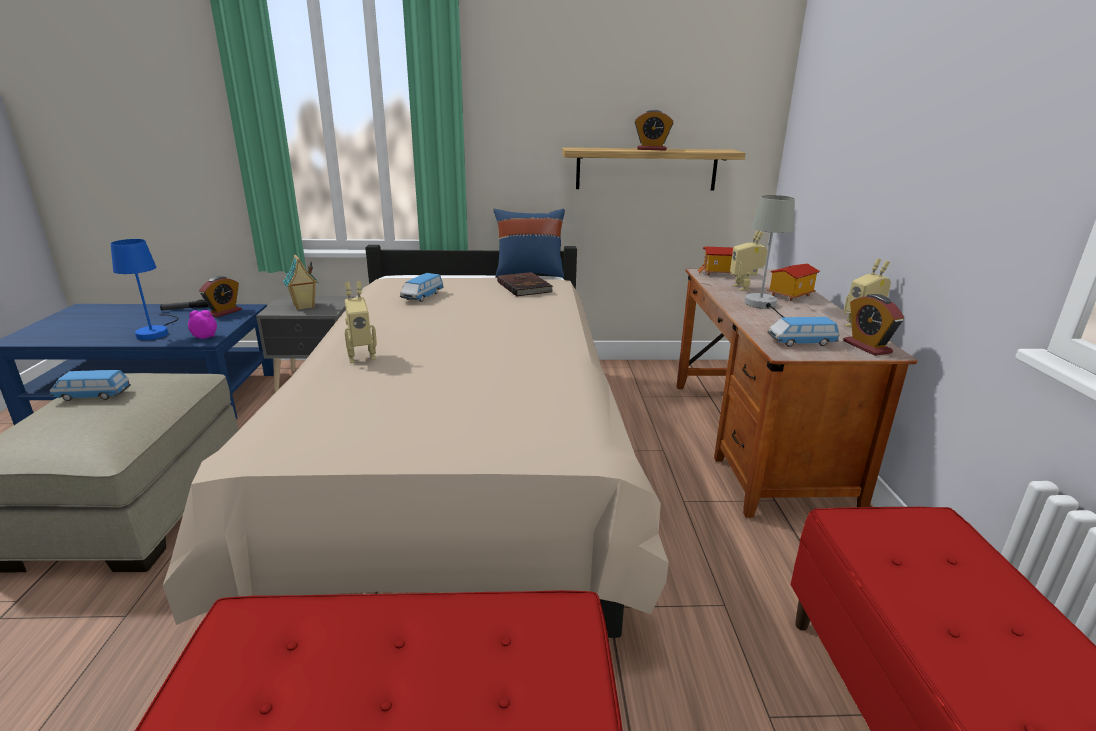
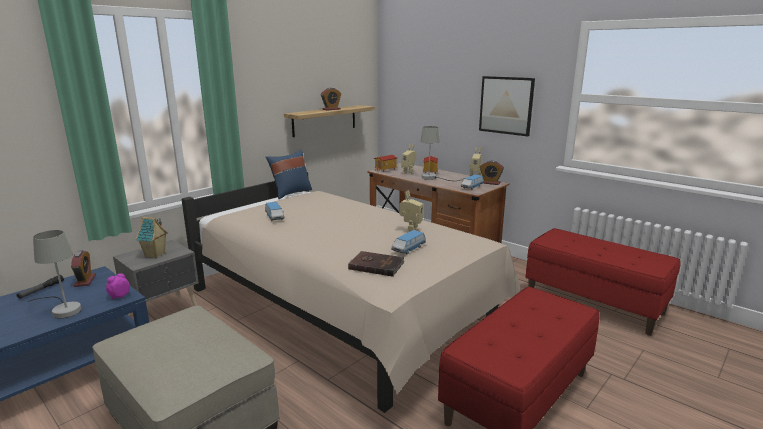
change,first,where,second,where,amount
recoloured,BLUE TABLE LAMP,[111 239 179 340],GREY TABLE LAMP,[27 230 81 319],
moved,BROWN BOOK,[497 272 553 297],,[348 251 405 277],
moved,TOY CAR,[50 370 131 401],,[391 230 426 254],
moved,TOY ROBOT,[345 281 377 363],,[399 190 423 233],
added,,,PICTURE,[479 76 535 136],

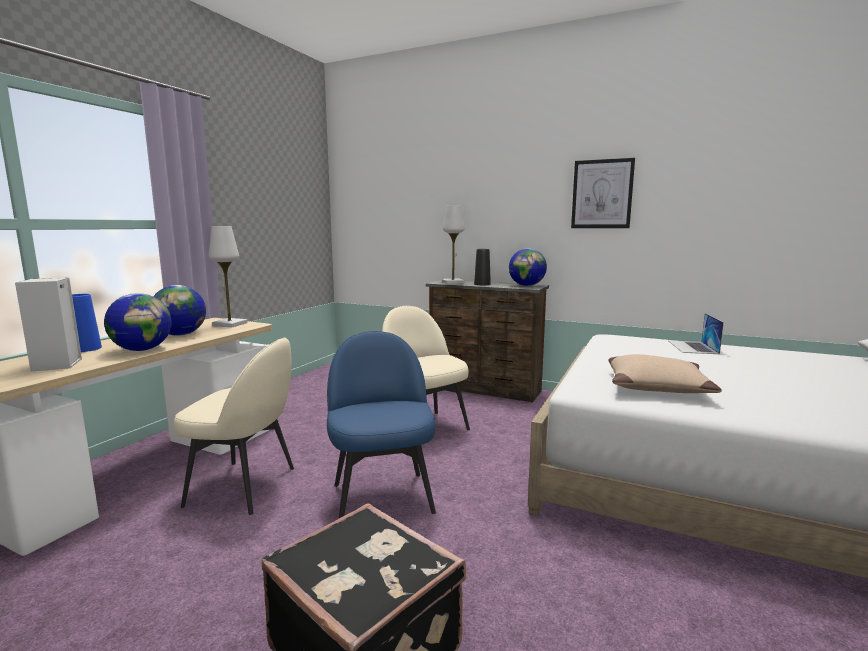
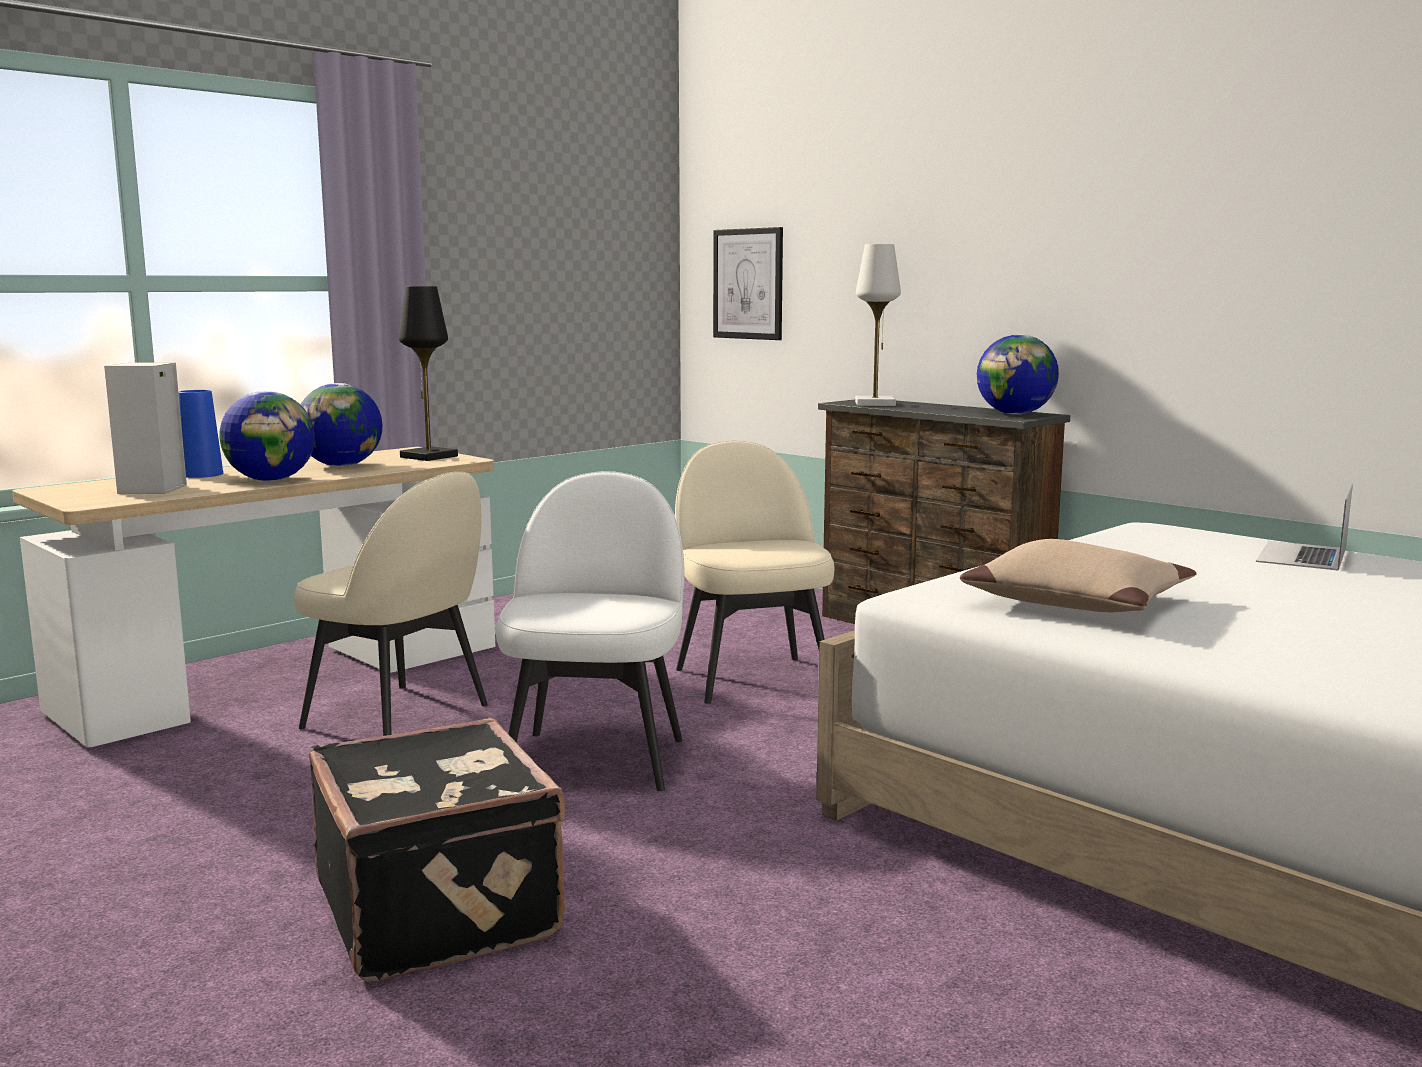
change,first,where,second,where,amount
recoloured,WHITE TABLE LAMP,[209 226 247 327],BLACK TABLE LAMP,[399 286 458 461],
recoloured,BLUE CHAIR,[327 331 436 518],WHITE CHAIR,[496 471 684 791],
moved,PICTURE,[571 158 635 228],,[713 227 783 340],
removed,BLACK VASE,[474 249 491 285],,,

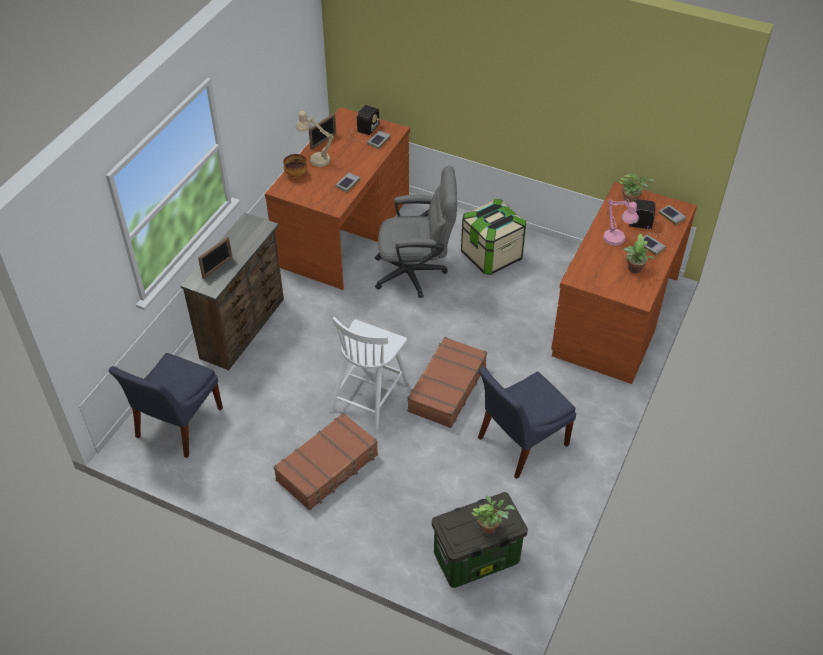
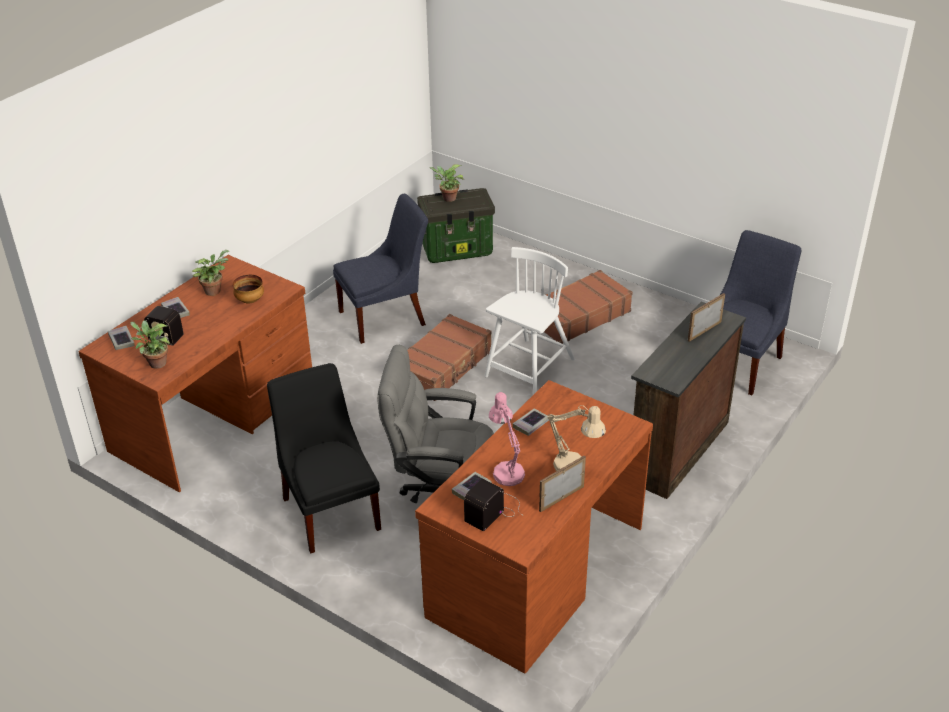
change,first,where,second,where,amount
moved,BOWL,[283 154 307 177],,[232 275 264 303],
replaced,STORAGE BOX,[461 199 526 275],BLACK CHAIR,[267 363 381 554],
moved,PINK TABLE LAMP,[603 199 639 246],,[489 392 525 486],

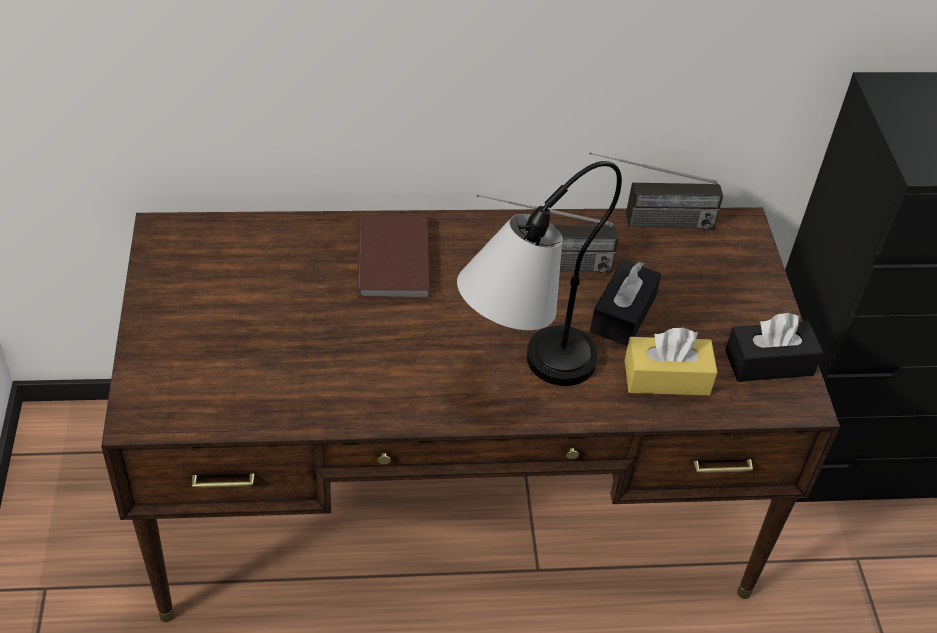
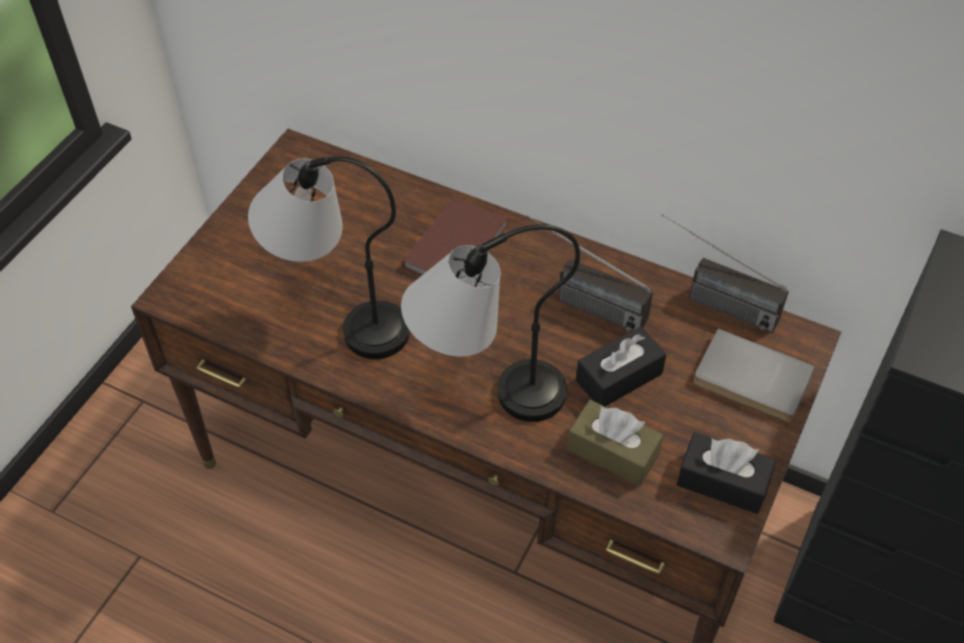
change,first,where,second,where,amount
added,,,TABLE LAMP,[248 156 410 359],
recoloured,YELLOW TISSUE BOX,[625 328 717 395],BROWN TISSUE BOX,[567 400 664 486],
added,,,GREY BOOK,[693 328 815 423],

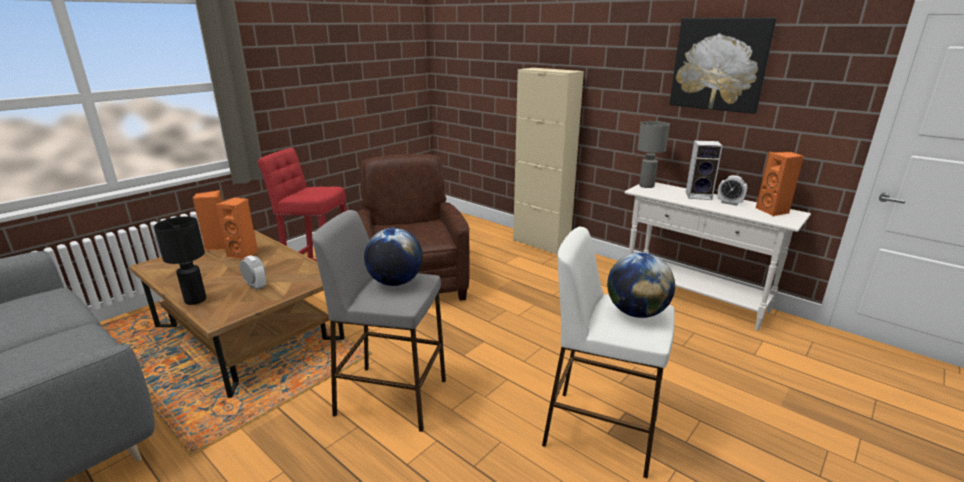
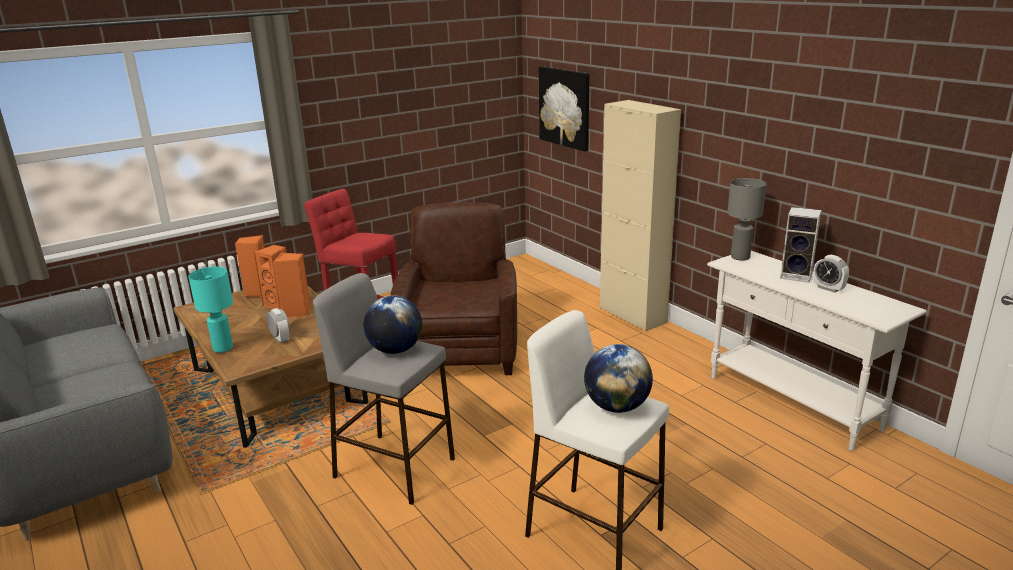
change,first,where,second,where,amount
recoloured,BLACK TABLE LAMP,[154 217 206 305],TURQUOISE TABLE LAMP,[188 267 233 353],
moved,ORANGE SPEAKER,[756 152 804 216],,[273 252 311 318],
moved,PICTURE,[669 18 777 114],,[539 66 589 151],

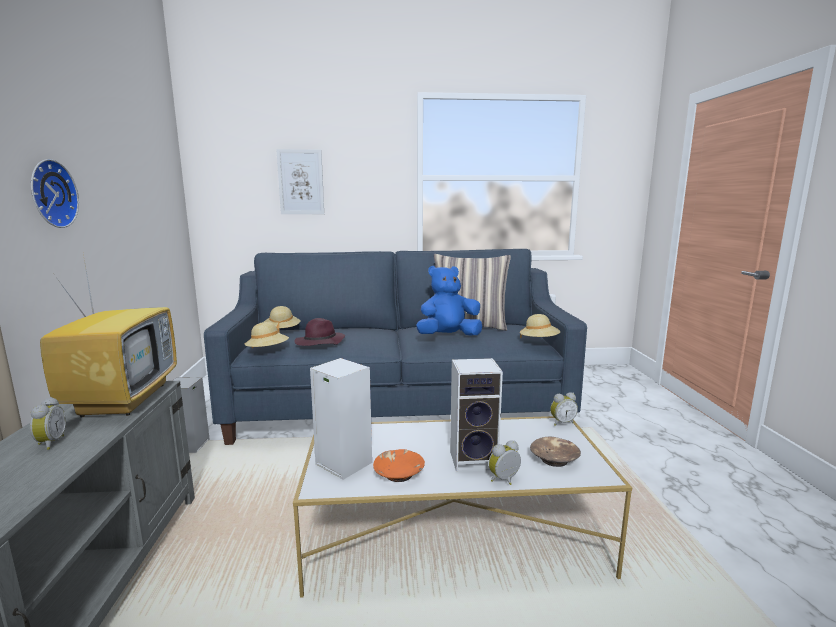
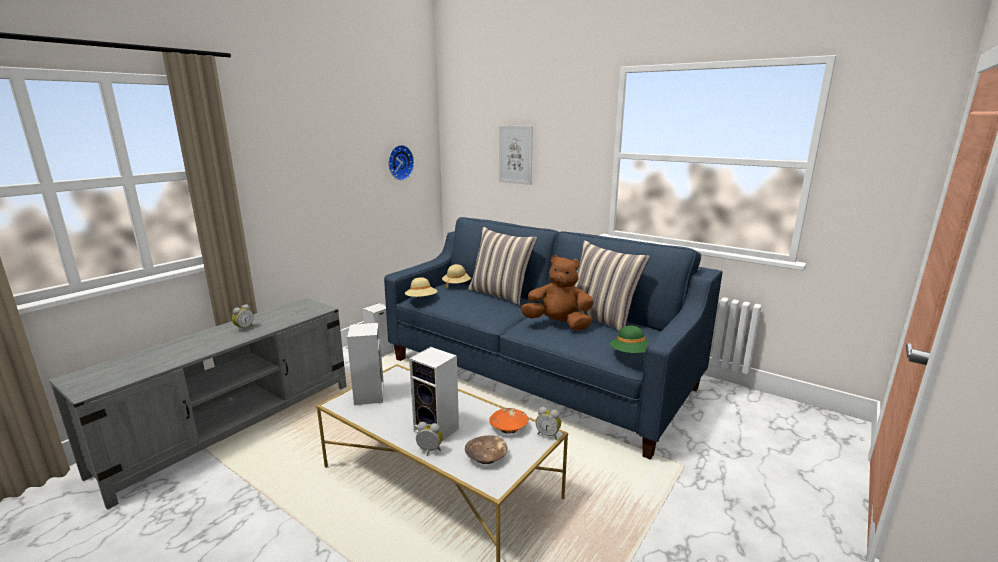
change,first,where,second,where,amount
moved,WALL CLOCK,[31 159 79 228],,[388 145 414 180],
added,,,PILLOW,[468 227 537 306],
moved,ORANGE BOWL,[373 449 425 482],,[489 408 528 434],
recoloured,BLUE PLUSH TOY,[416 266 482 336],BROWN PLUSH TOY,[521 255 594 331],
recoloured,BEIGE HAT,[520 314 561 338],GREEN HAT,[610 326 650 353],
removed,TELEVISION,[40 260 177 418],,,
removed,PURPLE HAT,[294 318 345 346],,,

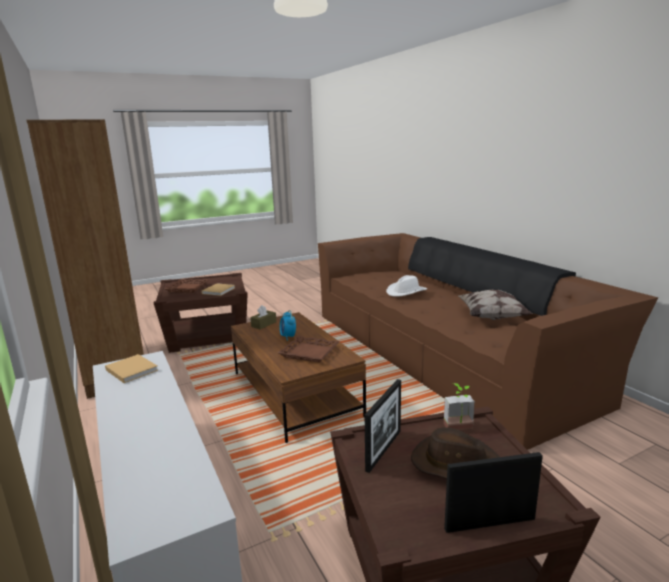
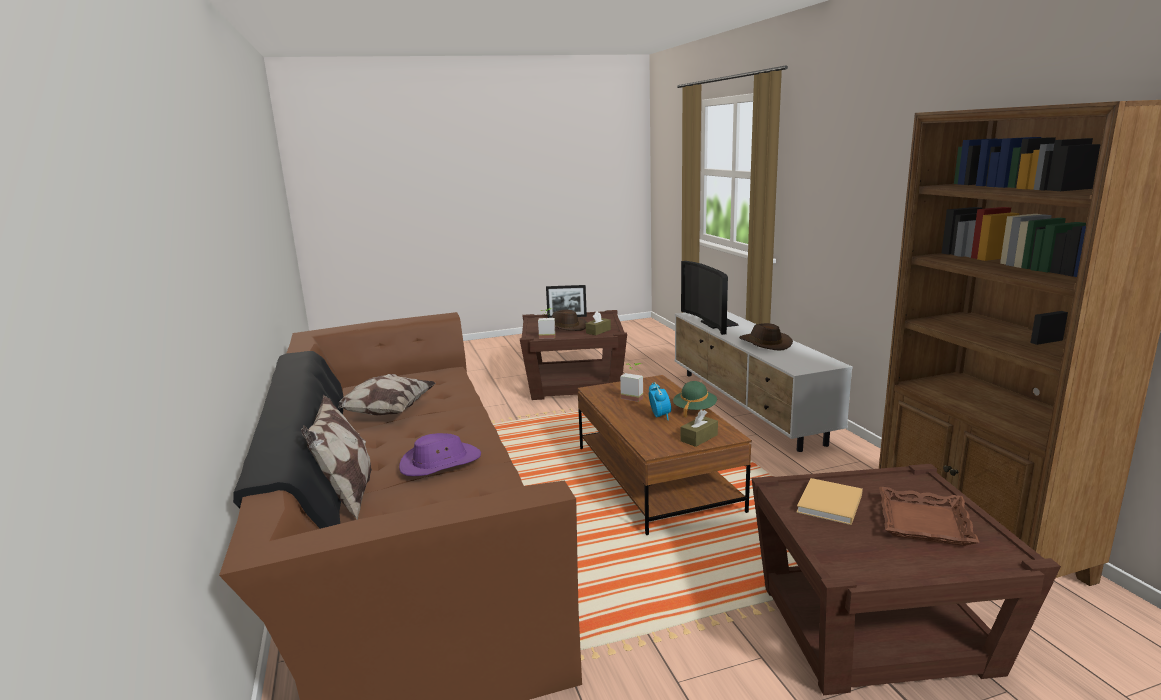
change,first,where,second,where,amount
added,,,PILLOW,[301 394 372 520],
recoloured,WHITE HAT,[386 275 427 296],PURPLE HAT,[399 433 481 476],
replaced,PICTURE FRAME,[365 379 401 473],BROWN TISSUE BOX,[586 311 611 335],
replaced,BROWN TRAY,[278 336 339 363],POTTED PLANT,[620 363 643 402],
added,,,GREEN HAT,[673 381 717 418],
added,,,TELEVISION,[681 261 739 335],
added,,,BROWN HAT,[739 323 793 350],
removed,BEIGE BOOK,[105 354 158 383],,,

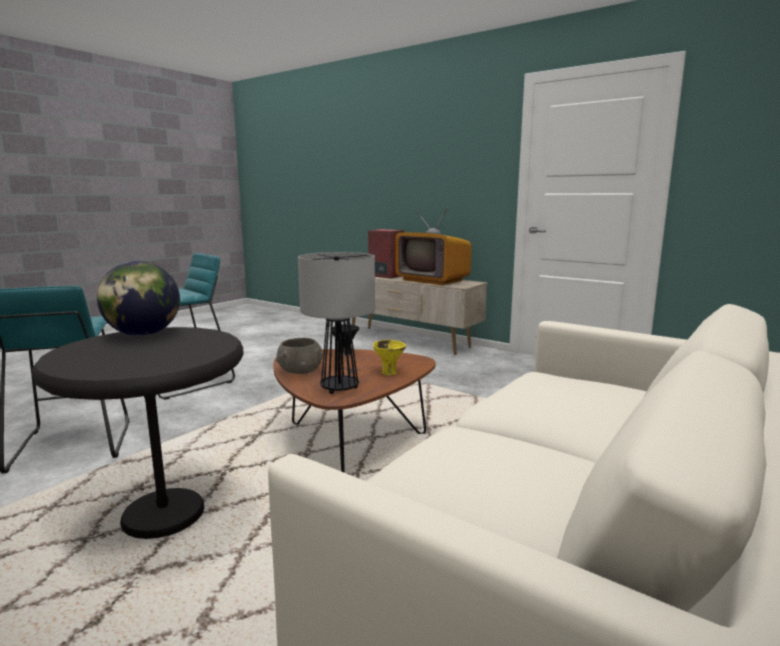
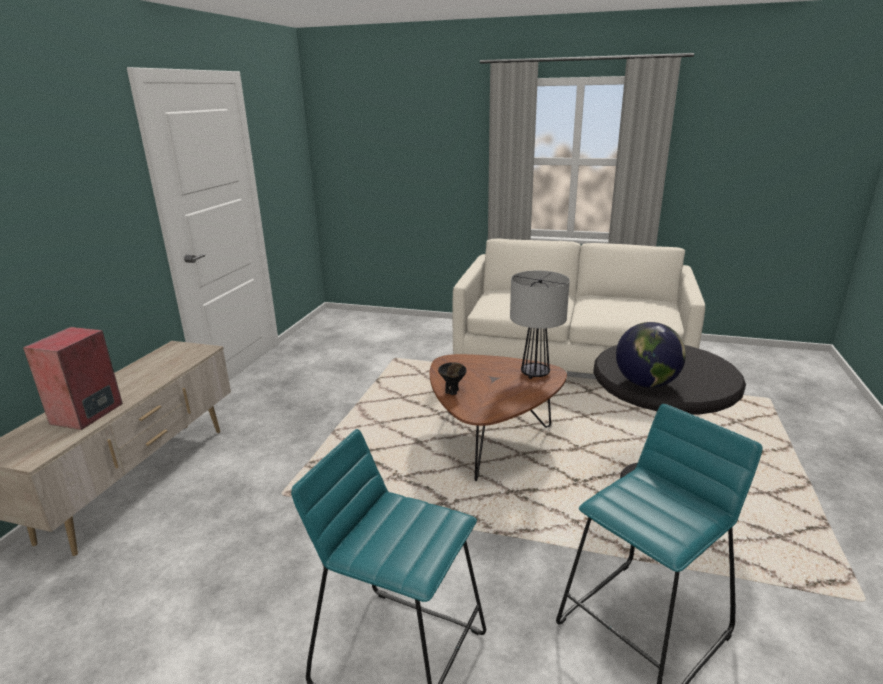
change,first,where,second,where,amount
removed,GREY BOWL,[276 338 323 374],,,
removed,YELLOW BOWL,[373 340 406 376],,,
removed,TELEVISION,[396 207 472 285],,,

